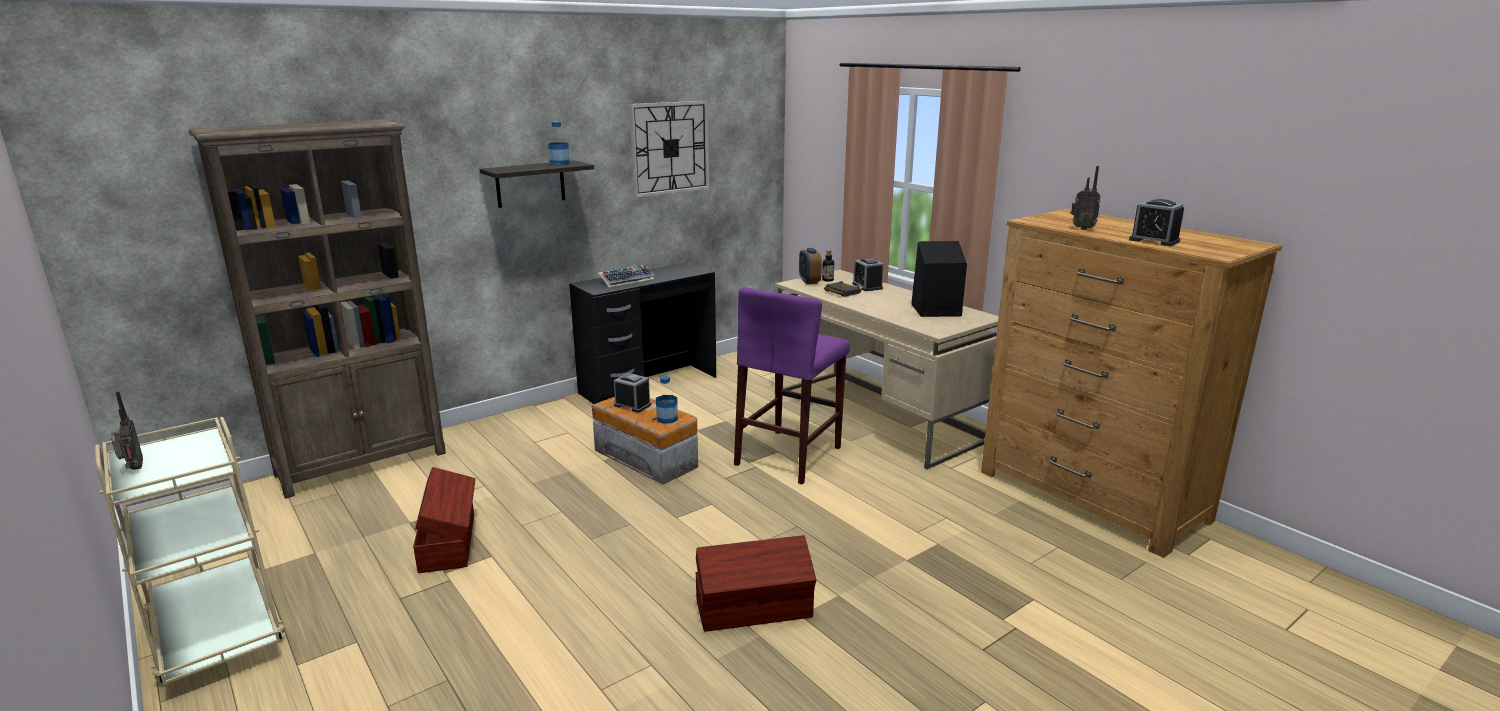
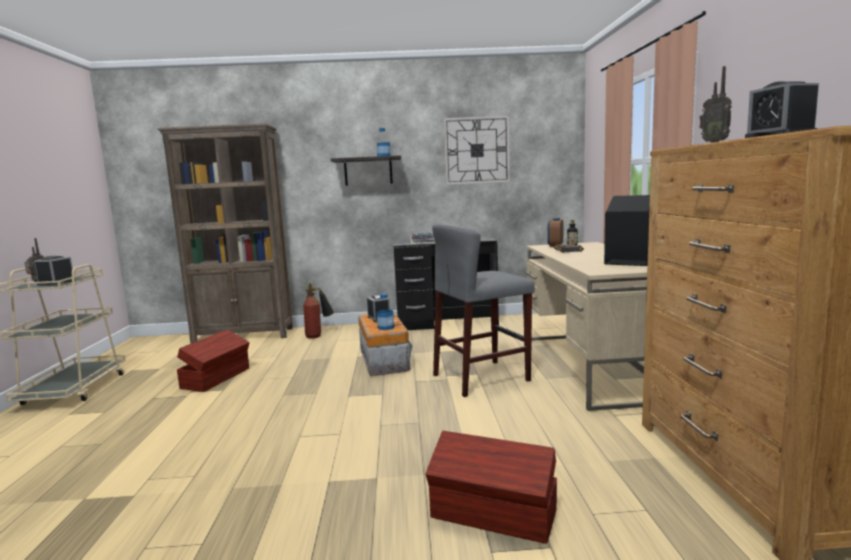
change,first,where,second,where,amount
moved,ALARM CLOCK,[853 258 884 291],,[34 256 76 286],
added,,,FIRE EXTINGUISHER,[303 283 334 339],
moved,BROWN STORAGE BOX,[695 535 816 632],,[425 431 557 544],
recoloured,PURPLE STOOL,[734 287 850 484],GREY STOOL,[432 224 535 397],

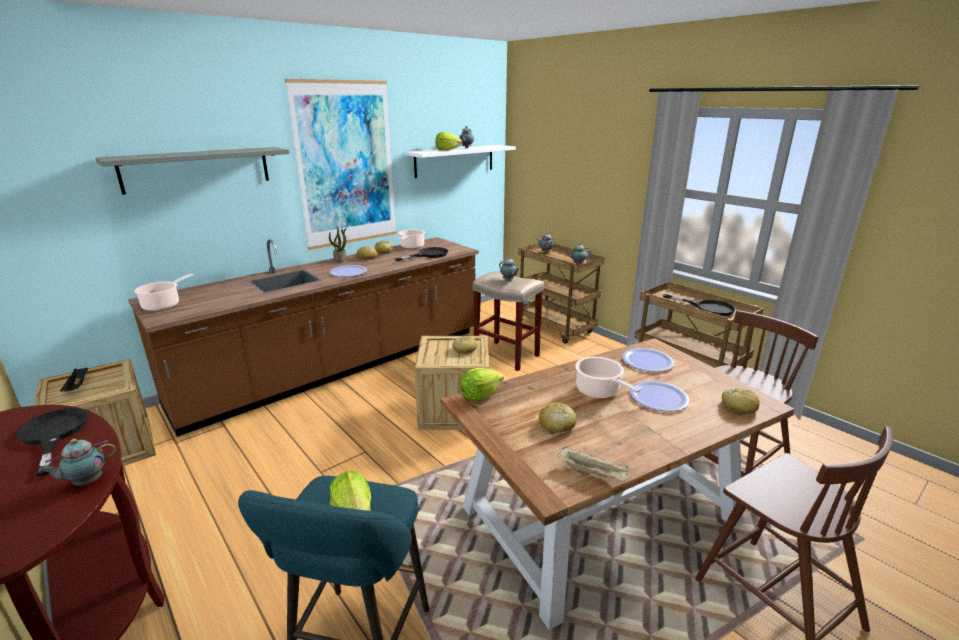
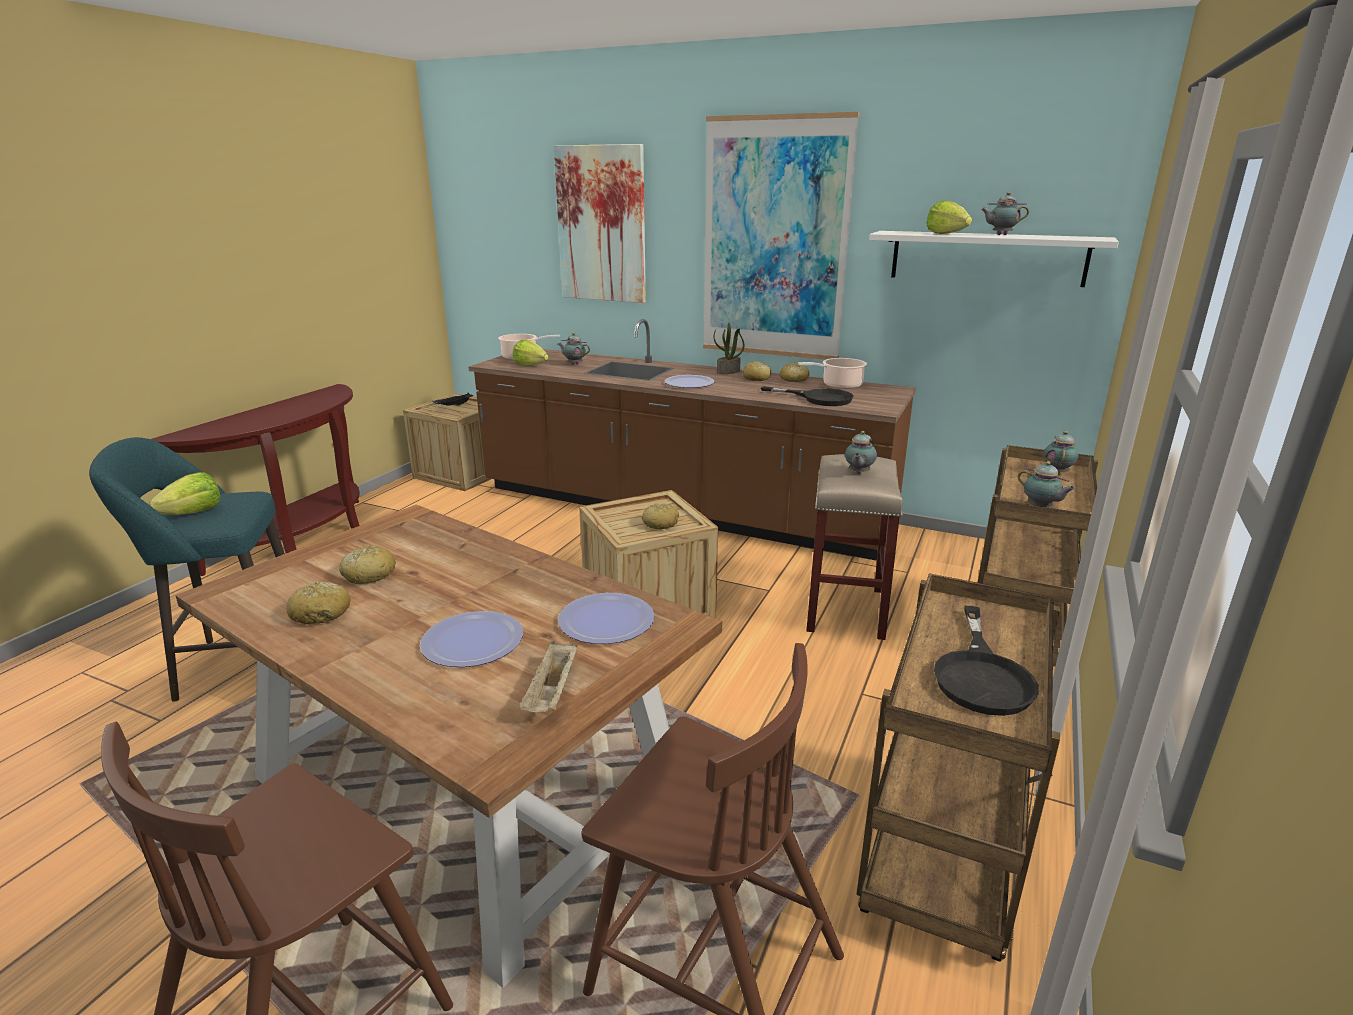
change,first,where,second,where,amount
moved,BREAD,[722 387 760 414],,[286 581 350 625],
moved,LETTUCE,[460 368 504 401],,[513 340 549 366],
moved,BEIGE TRAY,[557 447 629 482],,[519 641 578 712],
replaced,GREY SHELF,[95 147 289 195],PICTURE,[554 144 646 303],
moved,TEAPOT,[39 439 116 486],,[558 333 590 365],
removed,BLACK FRYING PAN,[16 408 88 477],,,
removed,COOKING POT,[575 357 640 398],,,

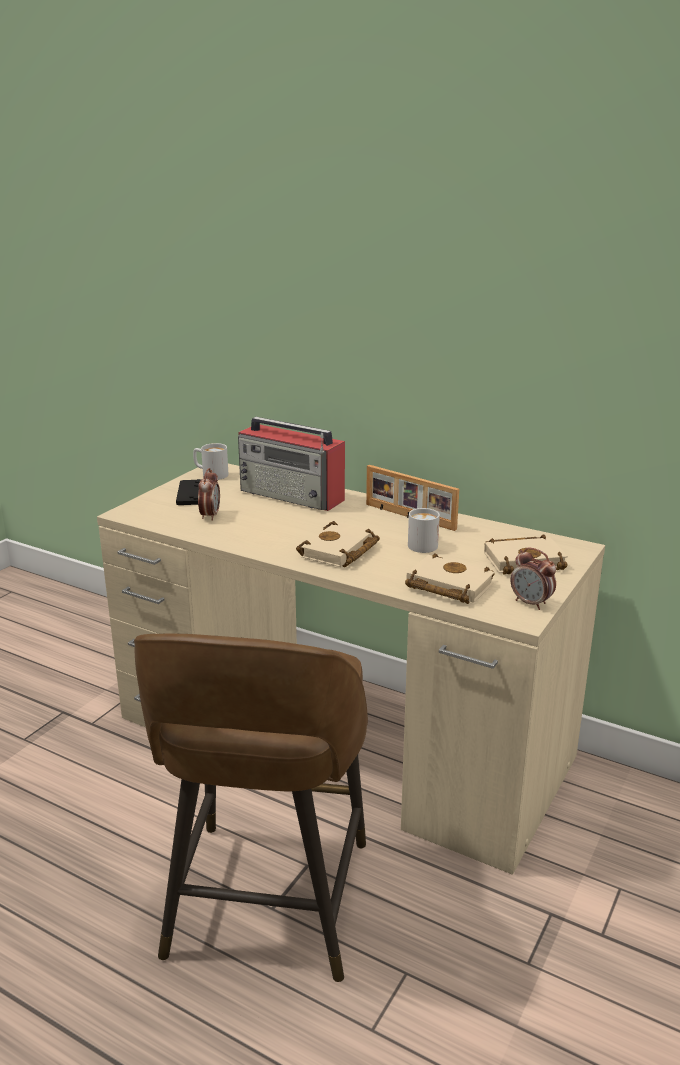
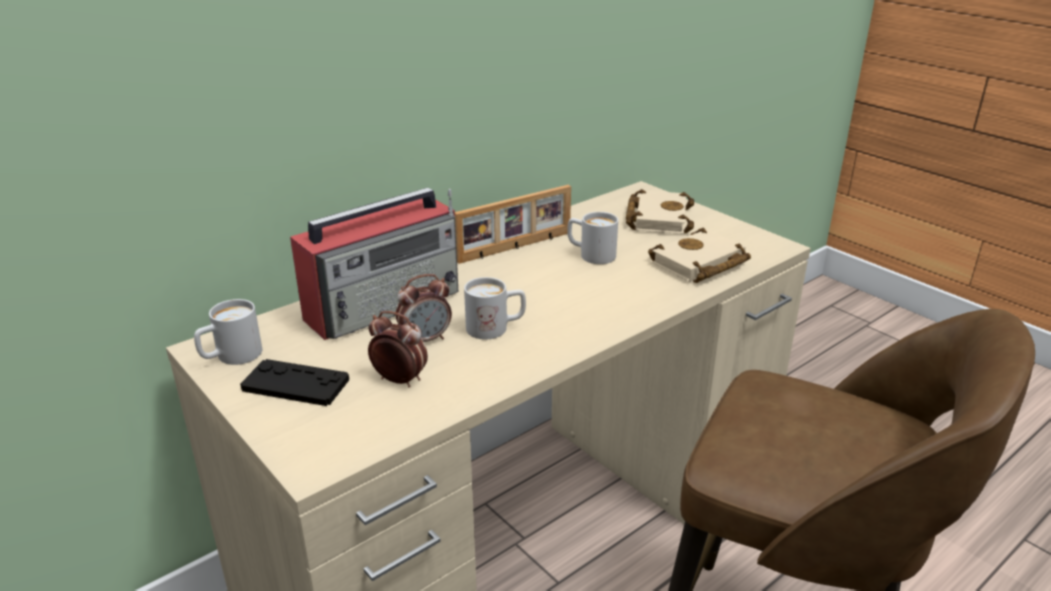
change,first,where,second,where,amount
moved,ALARM CLOCK,[511 548 556 610],,[396 274 452 342],
added,,,WHITE MUG,[464 277 526 340],
removed,BEIGE BOOK,[296 521 380 567],,,

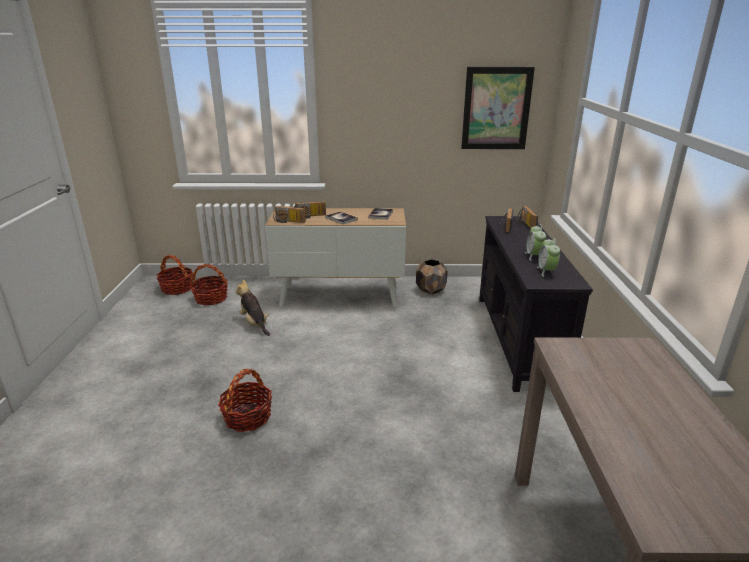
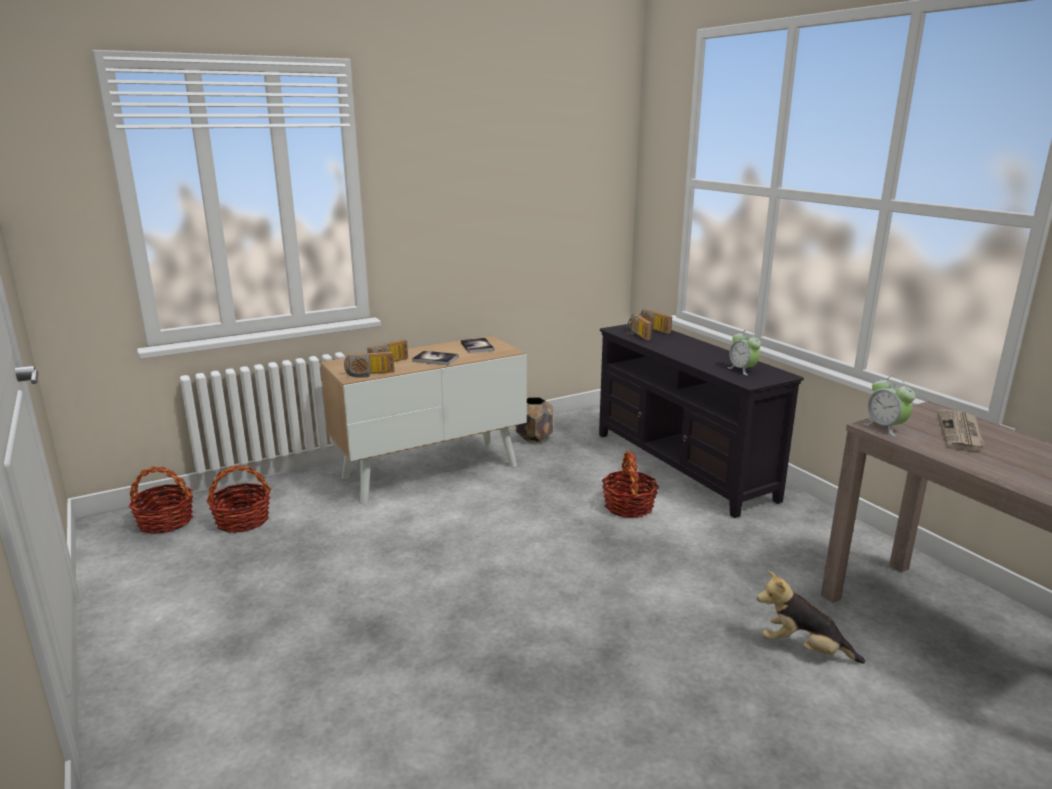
change,first,where,second,where,amount
moved,BASKET,[218 369 272 432],,[602 451 659 518],
moved,PLUSH TOY,[235 279 270 336],,[757 571 865 664],
moved,ALARM CLOCK,[525 224 546 261],,[863 376 915 436],
added,,,NEWSPAPER,[938 410 985 451],
removed,PICTURE,[461 67 535 149],,,

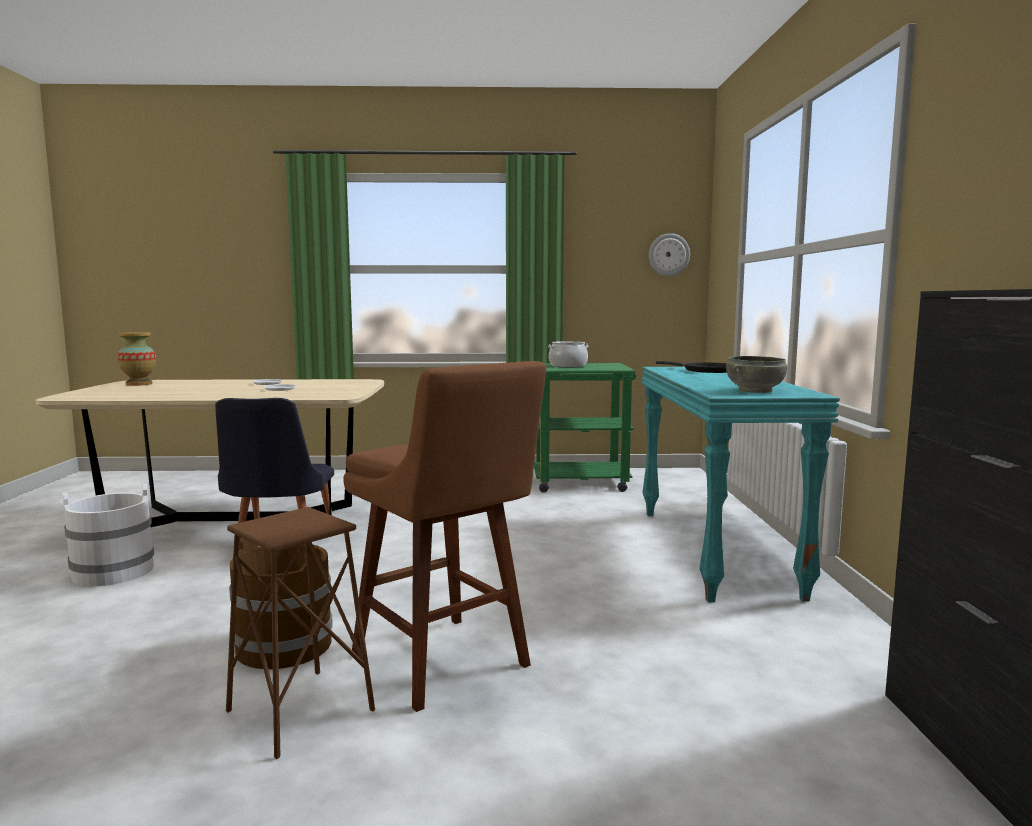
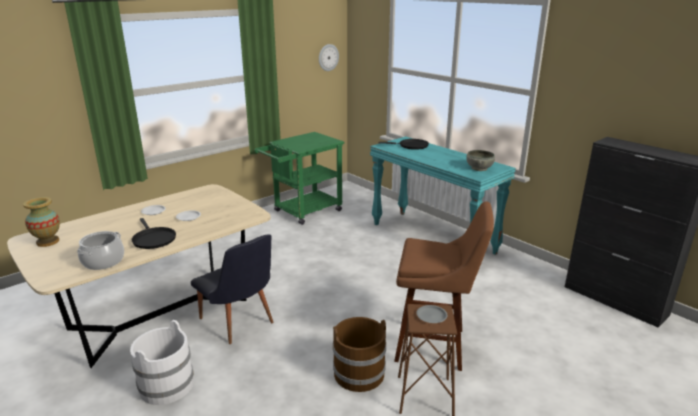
change,first,where,second,where,amount
moved,COOKING POT,[548 341 589 368],,[77 231 124 270],
added,,,BLACK FRYING PAN,[132 218 176 249],
added,,,GREY PLATE,[416 305 447 323],

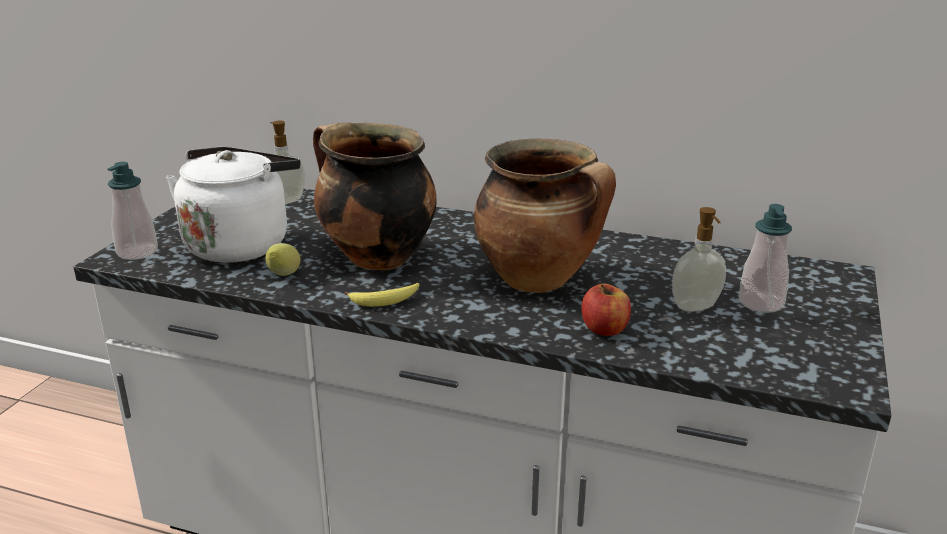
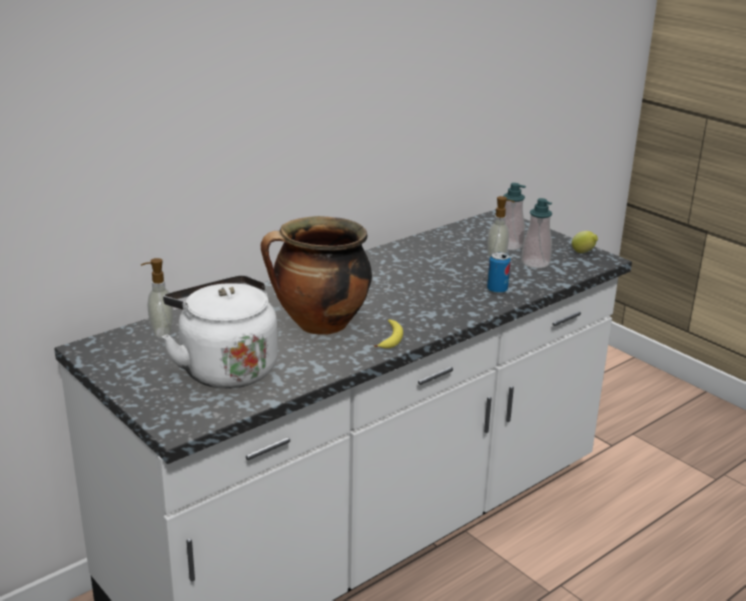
change,first,where,second,where,amount
replaced,APPLE,[581 284 631 336],CAN,[487 252 511 294],
moved,SOAP DISPENSER,[107 162 158 260],,[521 198 552 268],
moved,LEMON,[266 243 300 276],,[572 231 598 253],
removed,COOKING POT,[474 139 616 293],,,

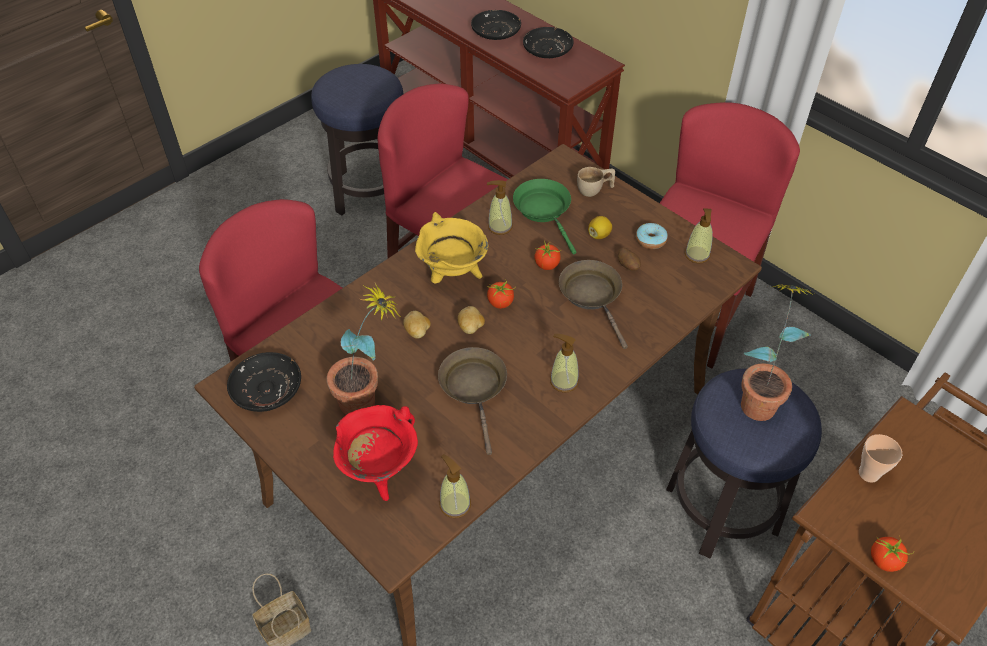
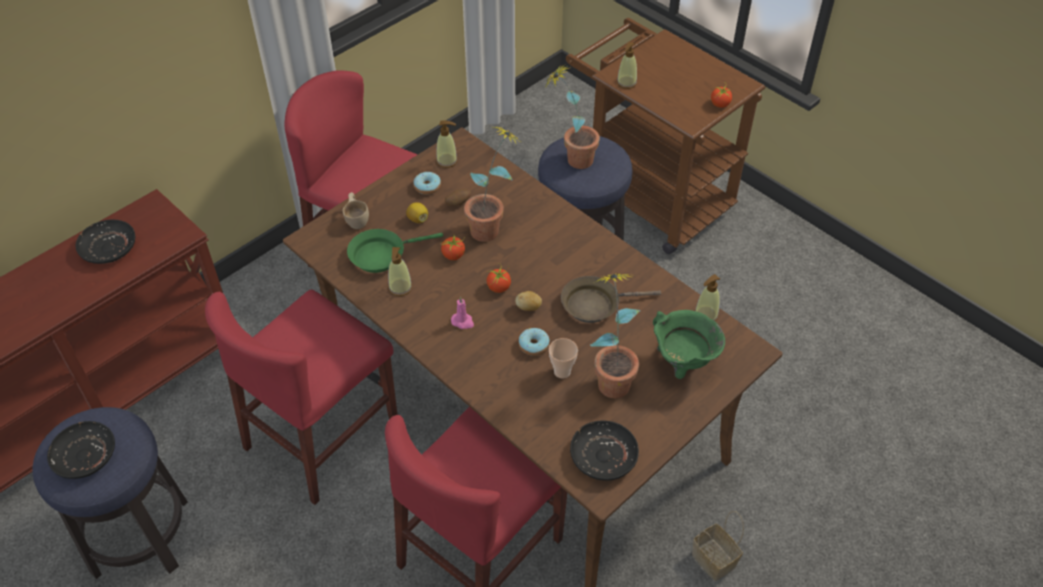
change,first,where,second,where,amount
moved,BLACK PLATE,[471 10 521 40],,[47 421 115 479],
replaced,YELLOW COOKING POT,[415 212 489 284],PINK CANDLE,[451 296 474 329],
replaced,BROWN FRYING PAN,[559 260 628 349],POTTED PLANT,[464 125 519 242],
replaced,POTATO,[403 311 431 339],DONUT,[518 328 550 356],
moved,CUP,[859 434 903 483],,[549 338 578 379],
moved,SOAP DISPENSER,[550 334 579 393],,[617 42 637 89],
recoloured,RED COOKING POT,[333 405 418 501],GREEN COOKING POT,[653 310 725 379],

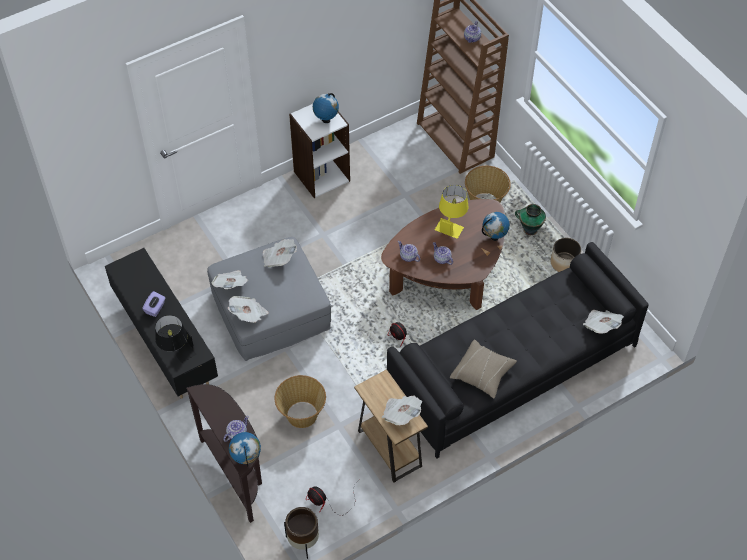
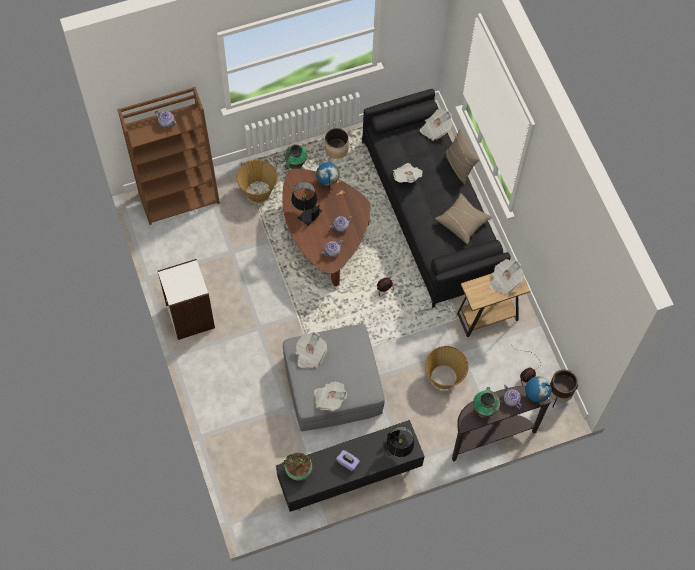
change,first,where,second,where,amount
added,,,POTTED PLANT,[281 453 317 481],
recoloured,YELLOW TABLE LAMP,[435 185 468 239],BLACK TABLE LAMP,[291 182 322 226],
moved,NEWSPAPER,[228 296 268 323],,[393 163 422 183],
added,,,BEIGE PILLOW,[445 129 479 184],
added,,,VASE,[473 387 500 418],
removed,GLOBE,[313 93 339 123],,,

